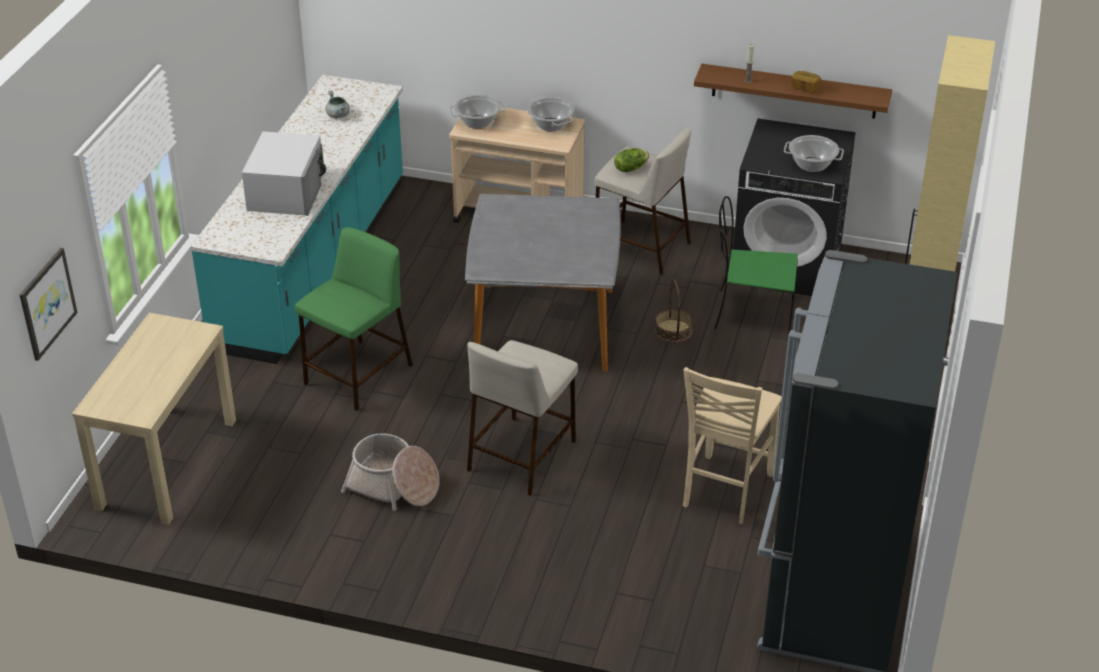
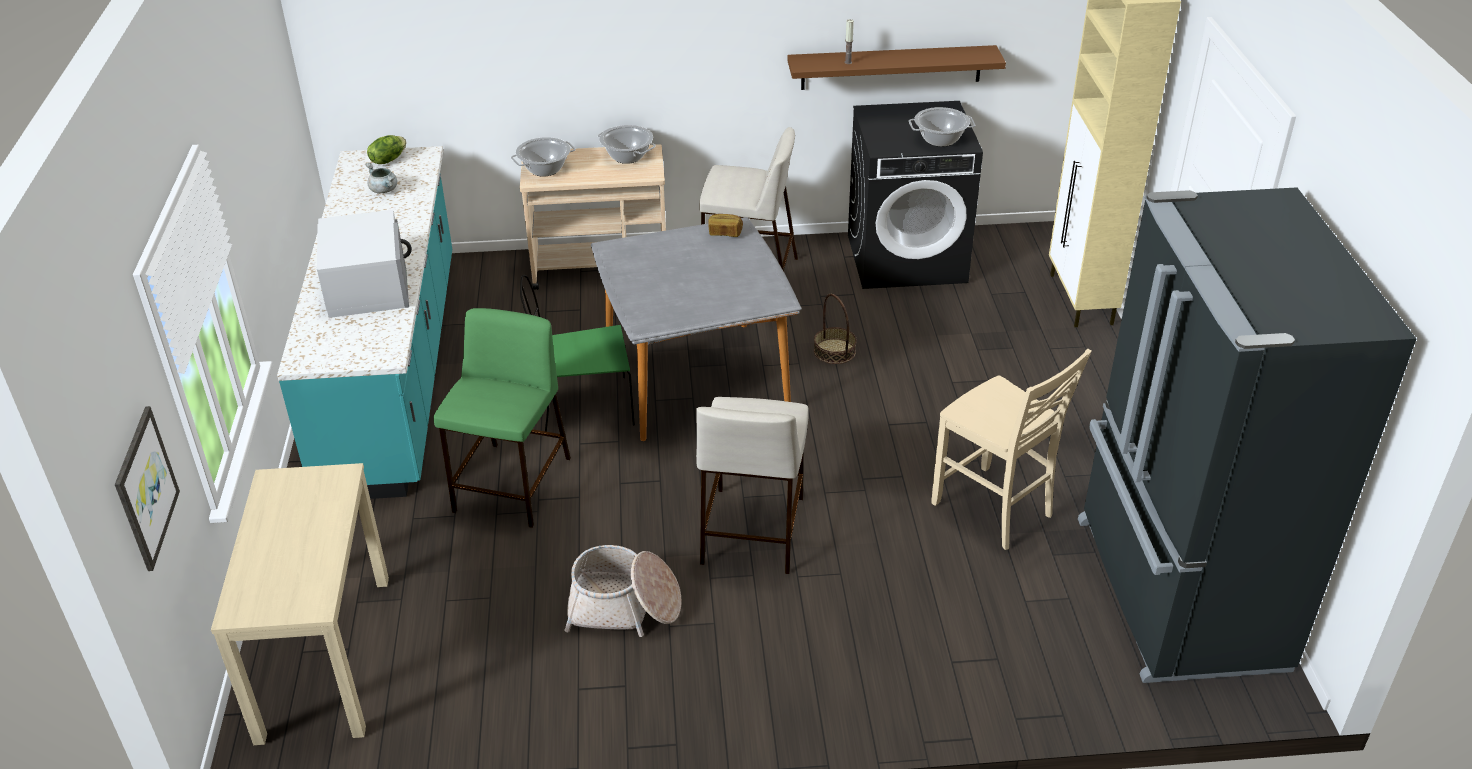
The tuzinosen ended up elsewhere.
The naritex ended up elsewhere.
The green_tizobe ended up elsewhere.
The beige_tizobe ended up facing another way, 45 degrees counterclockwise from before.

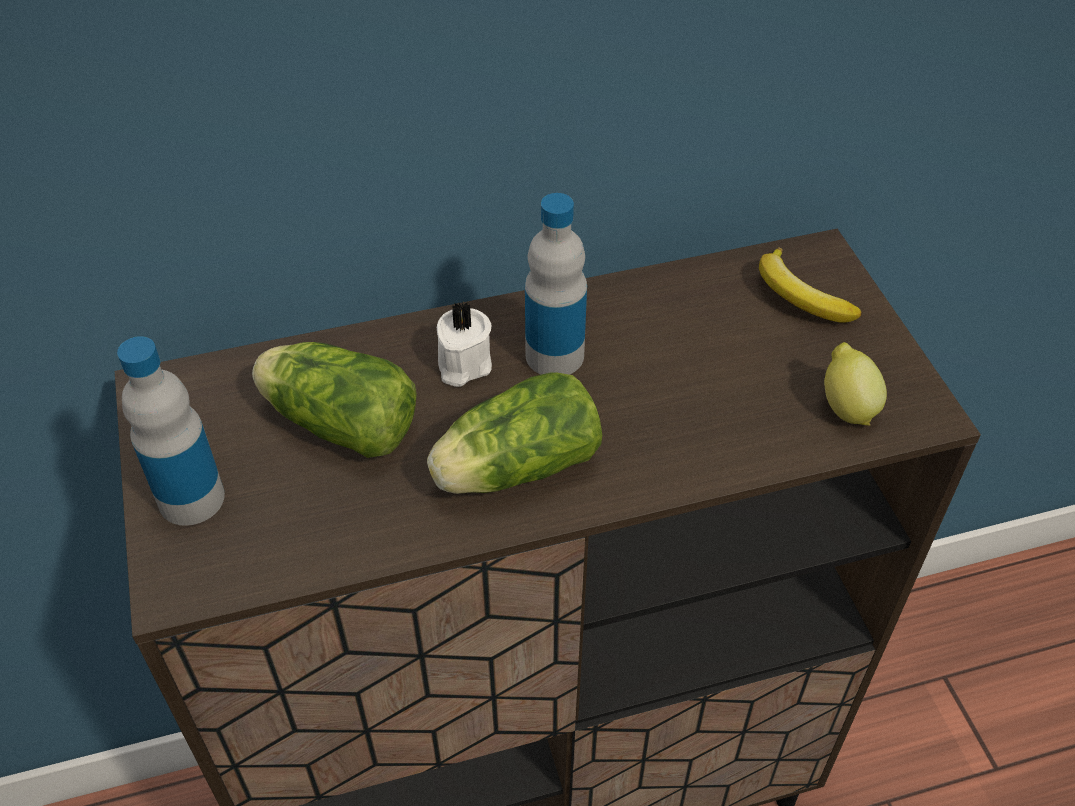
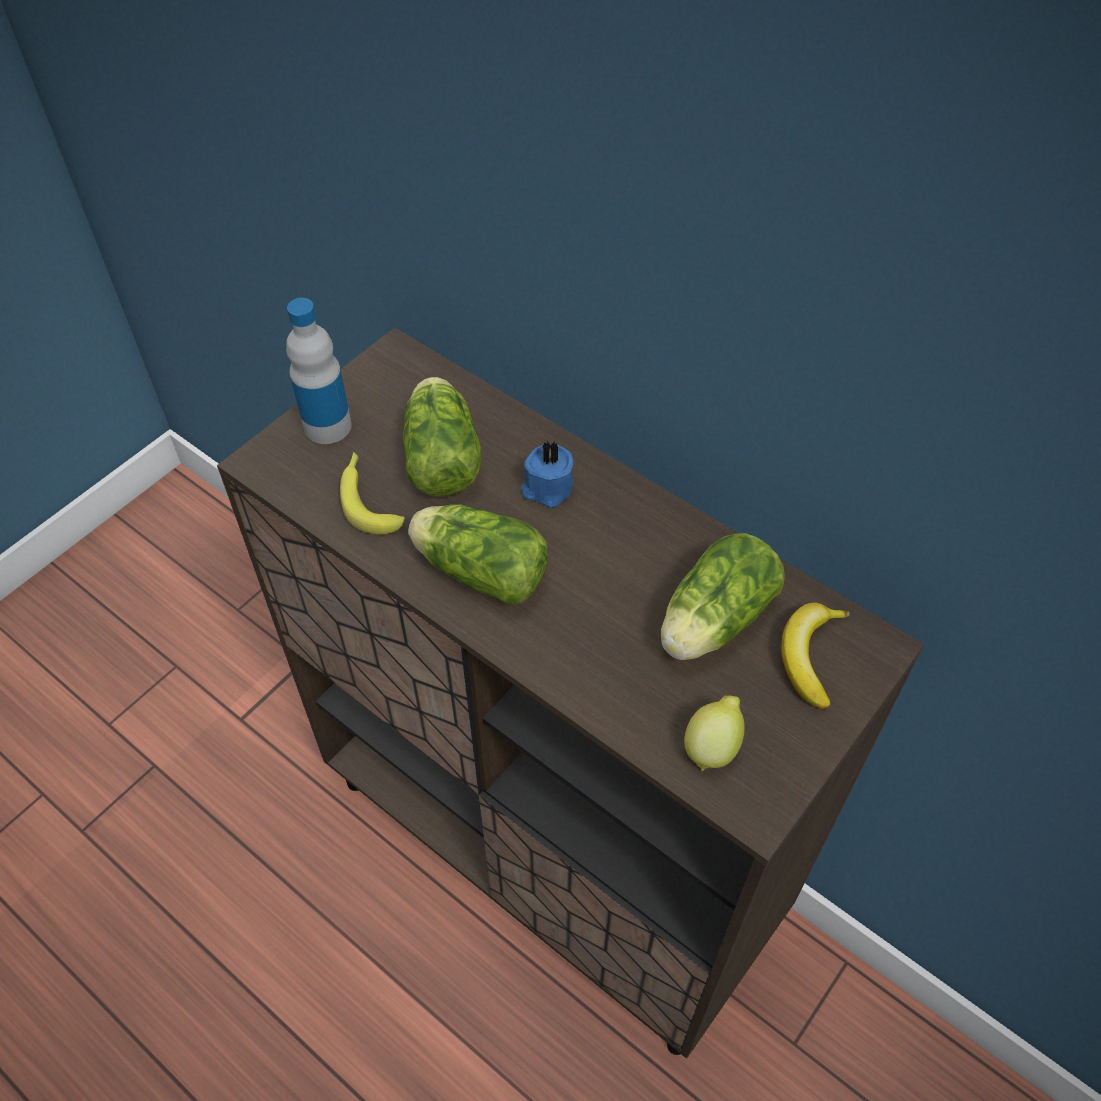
The second view lost the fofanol (2nd from left).
What was the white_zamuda turned into the blue_zamuda.
The second view gained the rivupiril (1st from left).
The second view gained the naritex (3rd from left).

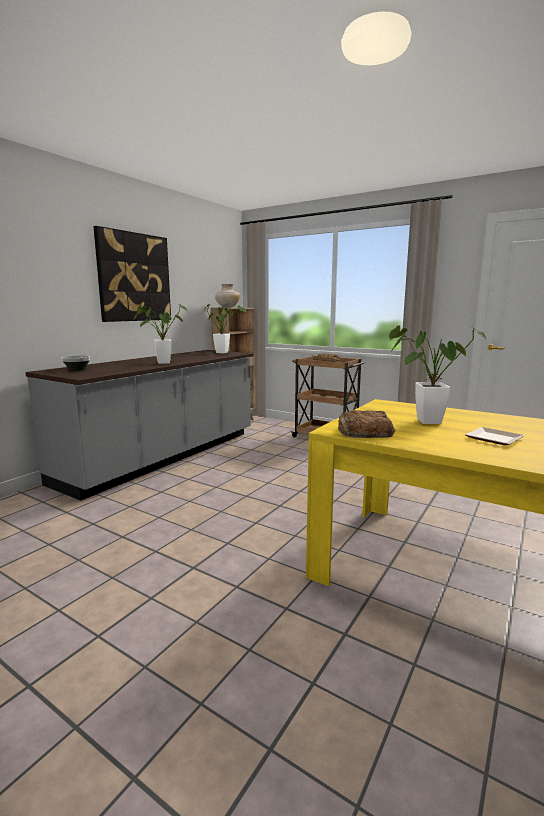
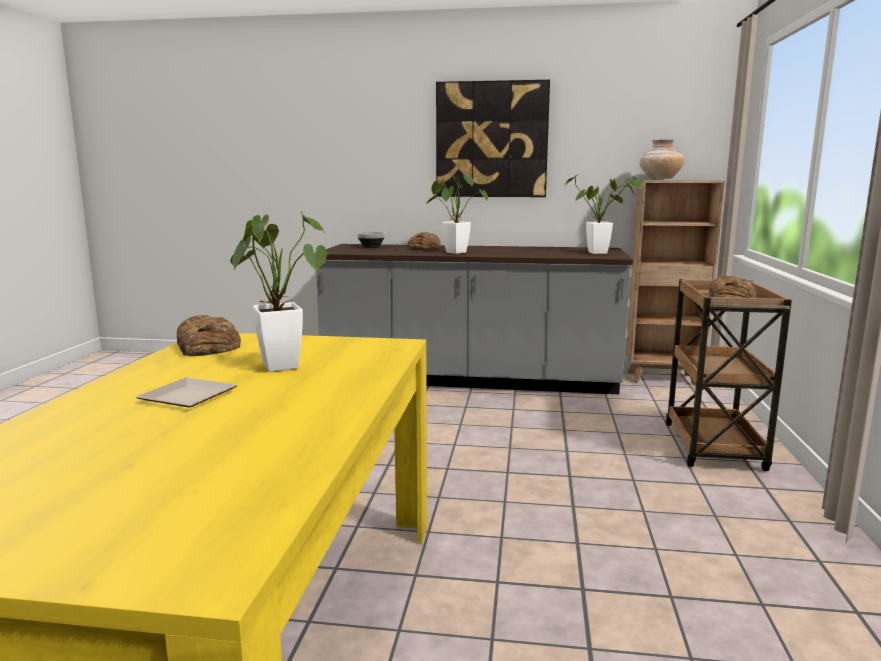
The second view gained the tuzinosen (2nd from left).

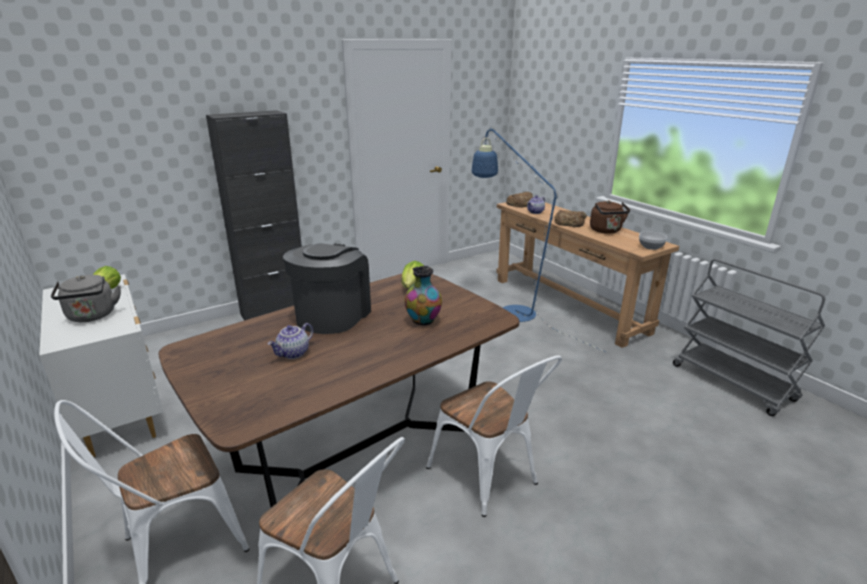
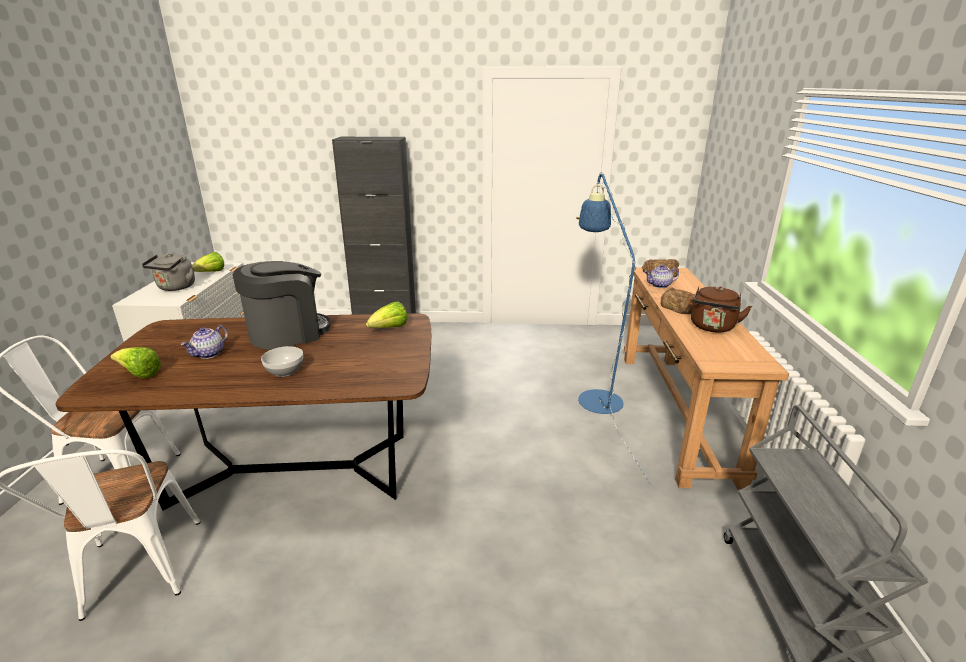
The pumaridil ended up elsewhere.
The second view lost the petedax.
The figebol (1st from left) ended up facing another way, 45 degrees counterclockwise from before.
The second view lost the white_tizobe (3rd from left).
The second view gained the naritex (1st from left).

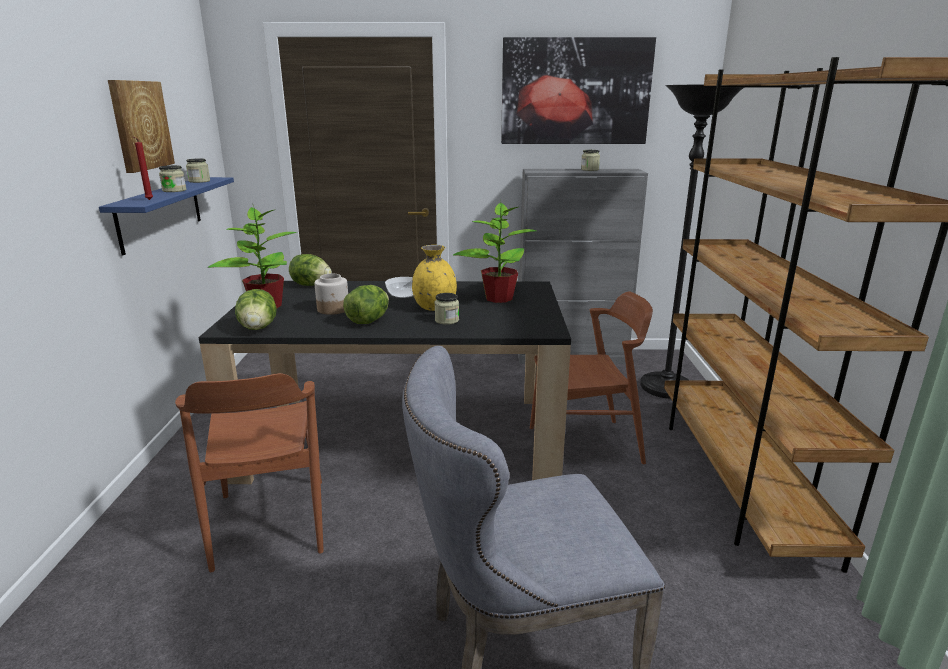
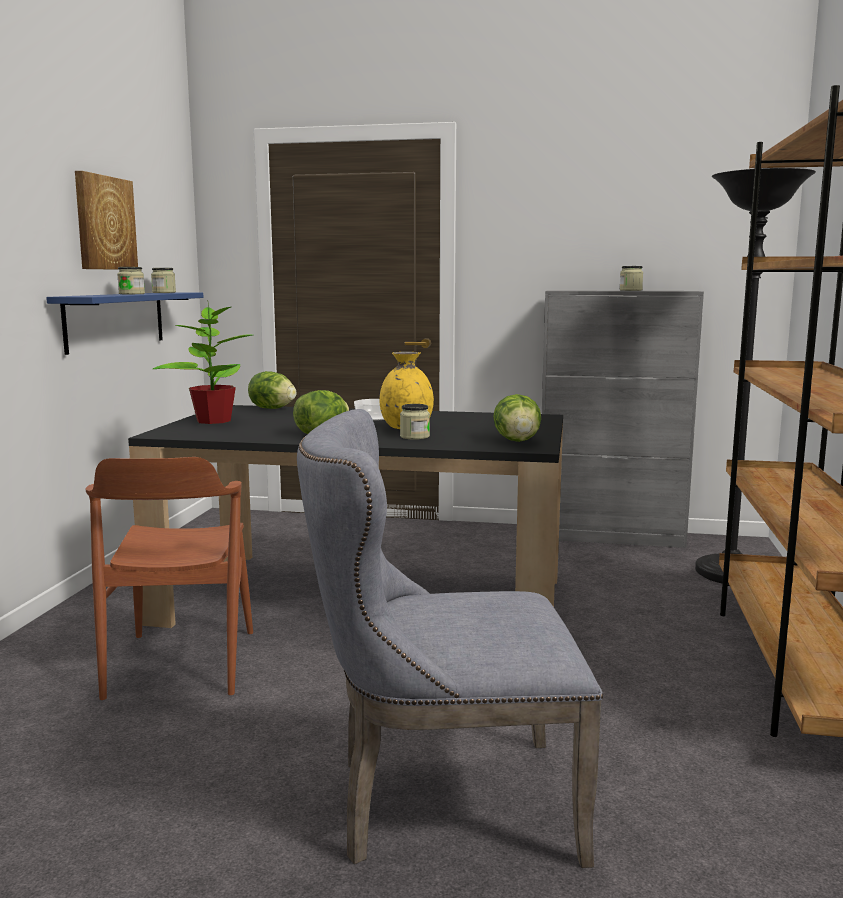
The second view lost the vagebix (2nd from left).
The second view lost the red_zamuda.
The second view lost the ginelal (2nd from left).
The second view lost the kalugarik (3rd from left).
The naritex (1st from left in the first image) ended up elsewhere.
The second view lost the brown_tizobe (2nd from left).

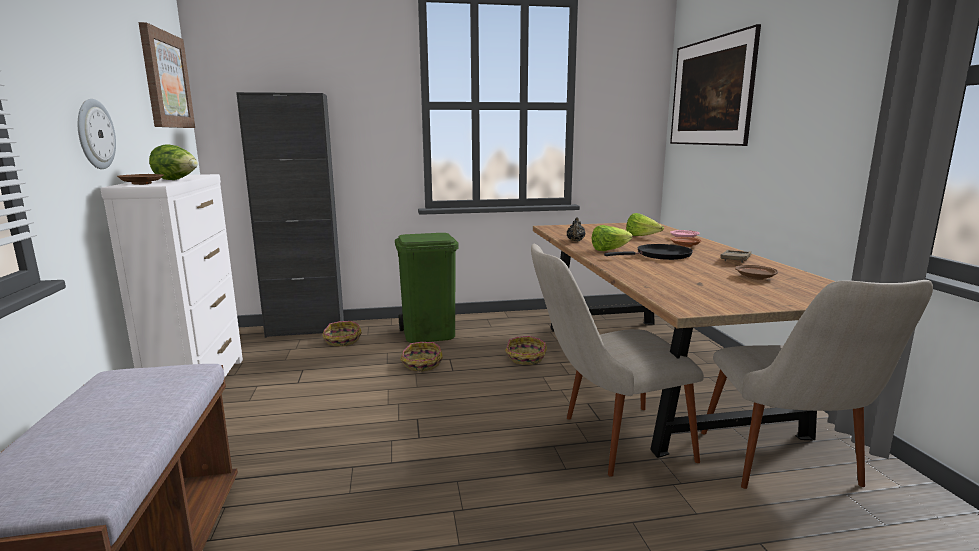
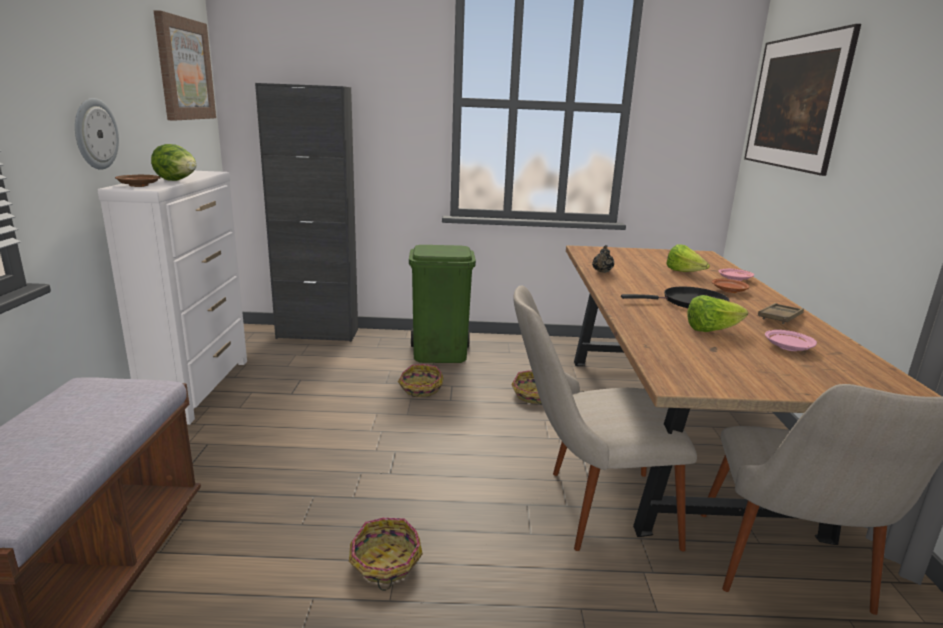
The naritex (2nd from left in the first image) ended up elsewhere.
What was the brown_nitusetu (3rd from left) turned into the pink_nitusetu (2nd from left).
The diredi (1st from left) ended up elsewhere.

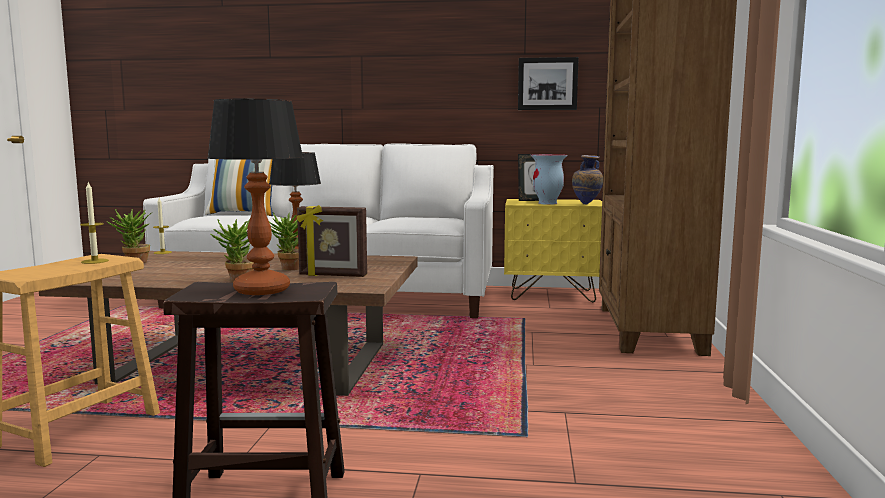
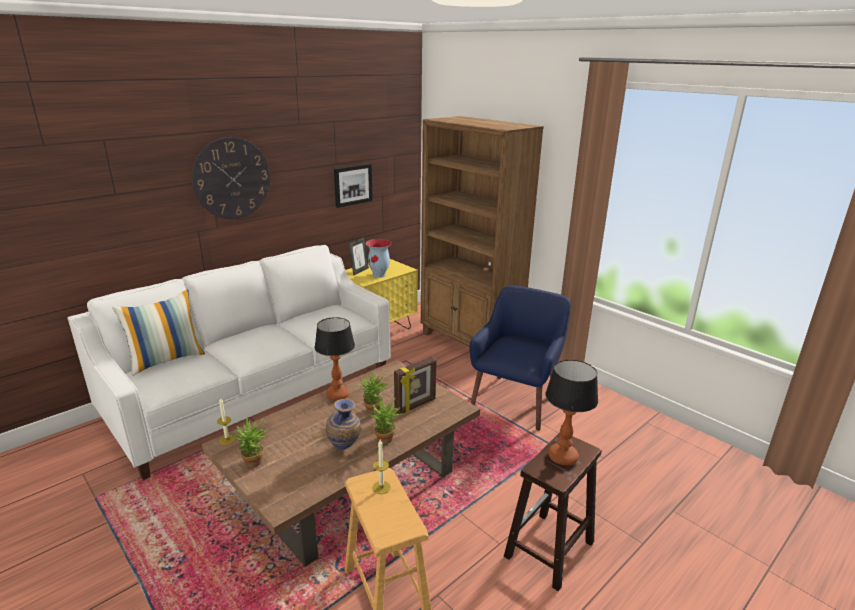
The petedax (2nd from left in the first image) ended up elsewhere.
The second view gained the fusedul.
The second view gained the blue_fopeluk.

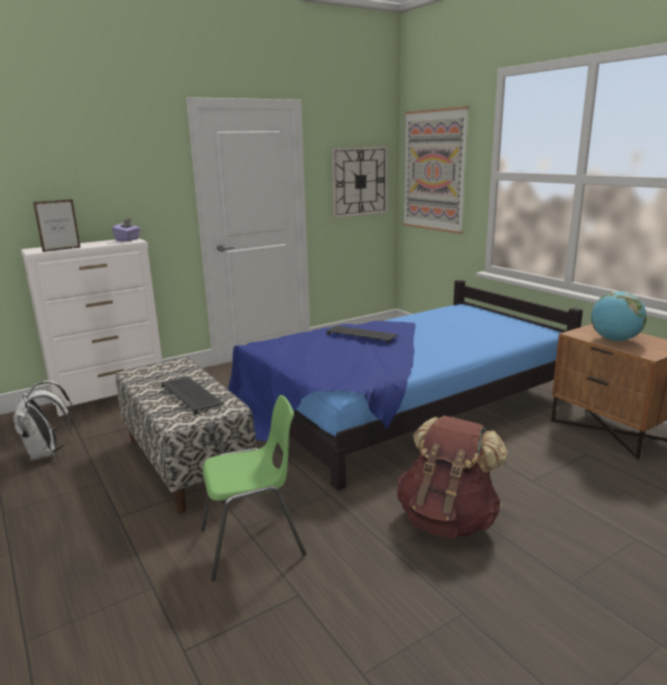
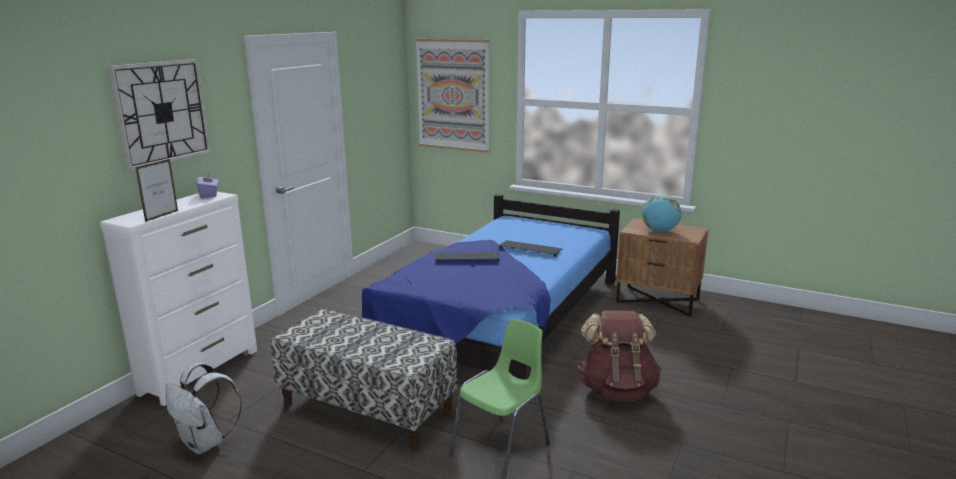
The fusedul ended up elsewhere.
The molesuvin (1st from left in the first image) ended up elsewhere.

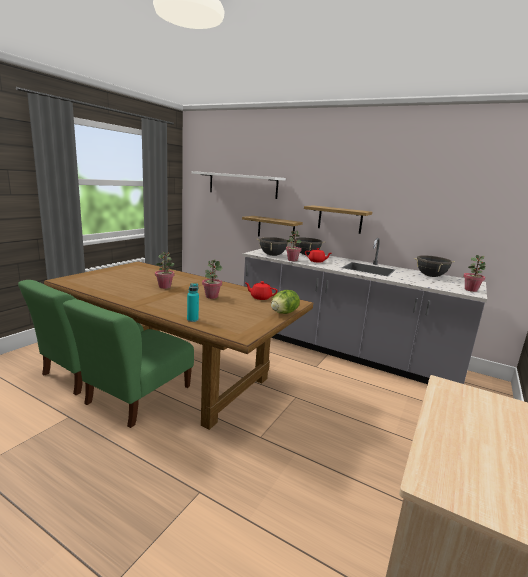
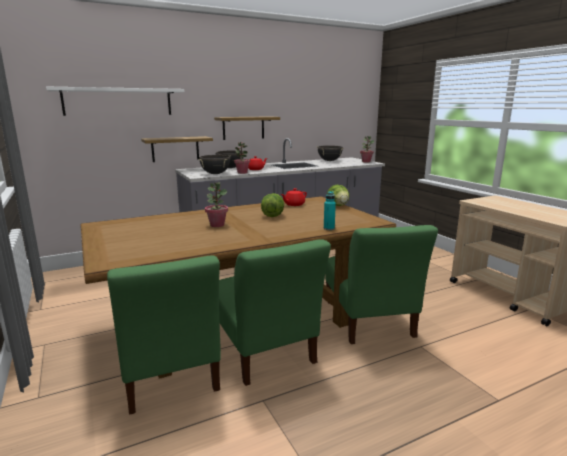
Where the ginelal (2nd from left) stood, the naritex (1st from left) came to stand.
The second view gained the green_tizobe (3rd from left).

